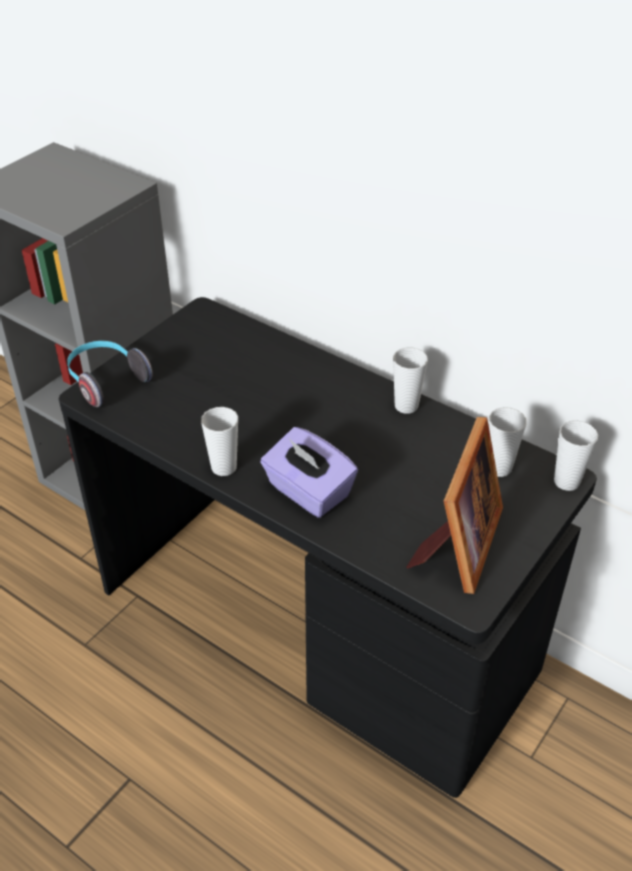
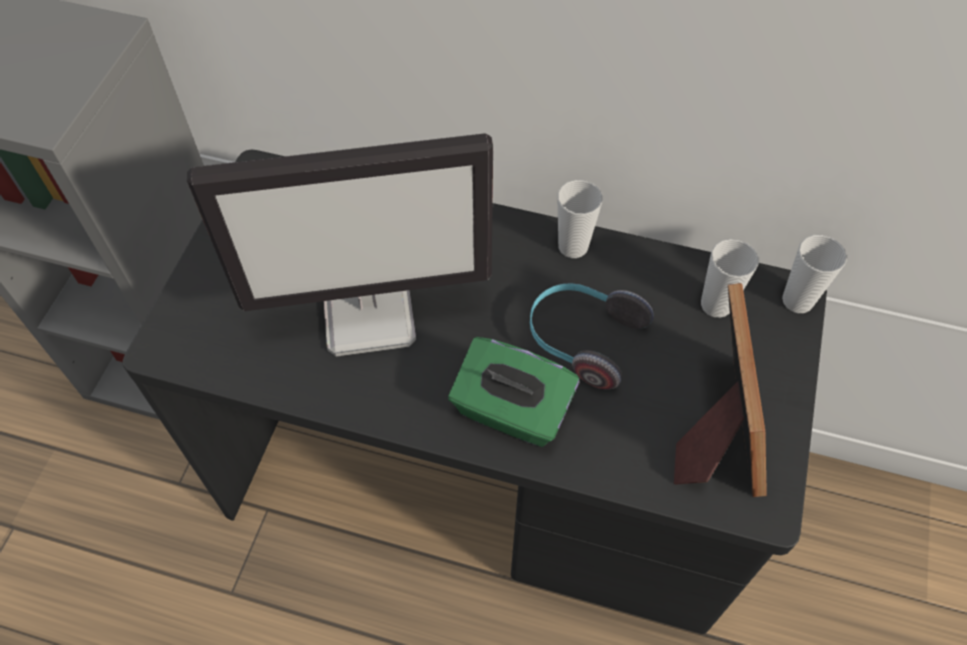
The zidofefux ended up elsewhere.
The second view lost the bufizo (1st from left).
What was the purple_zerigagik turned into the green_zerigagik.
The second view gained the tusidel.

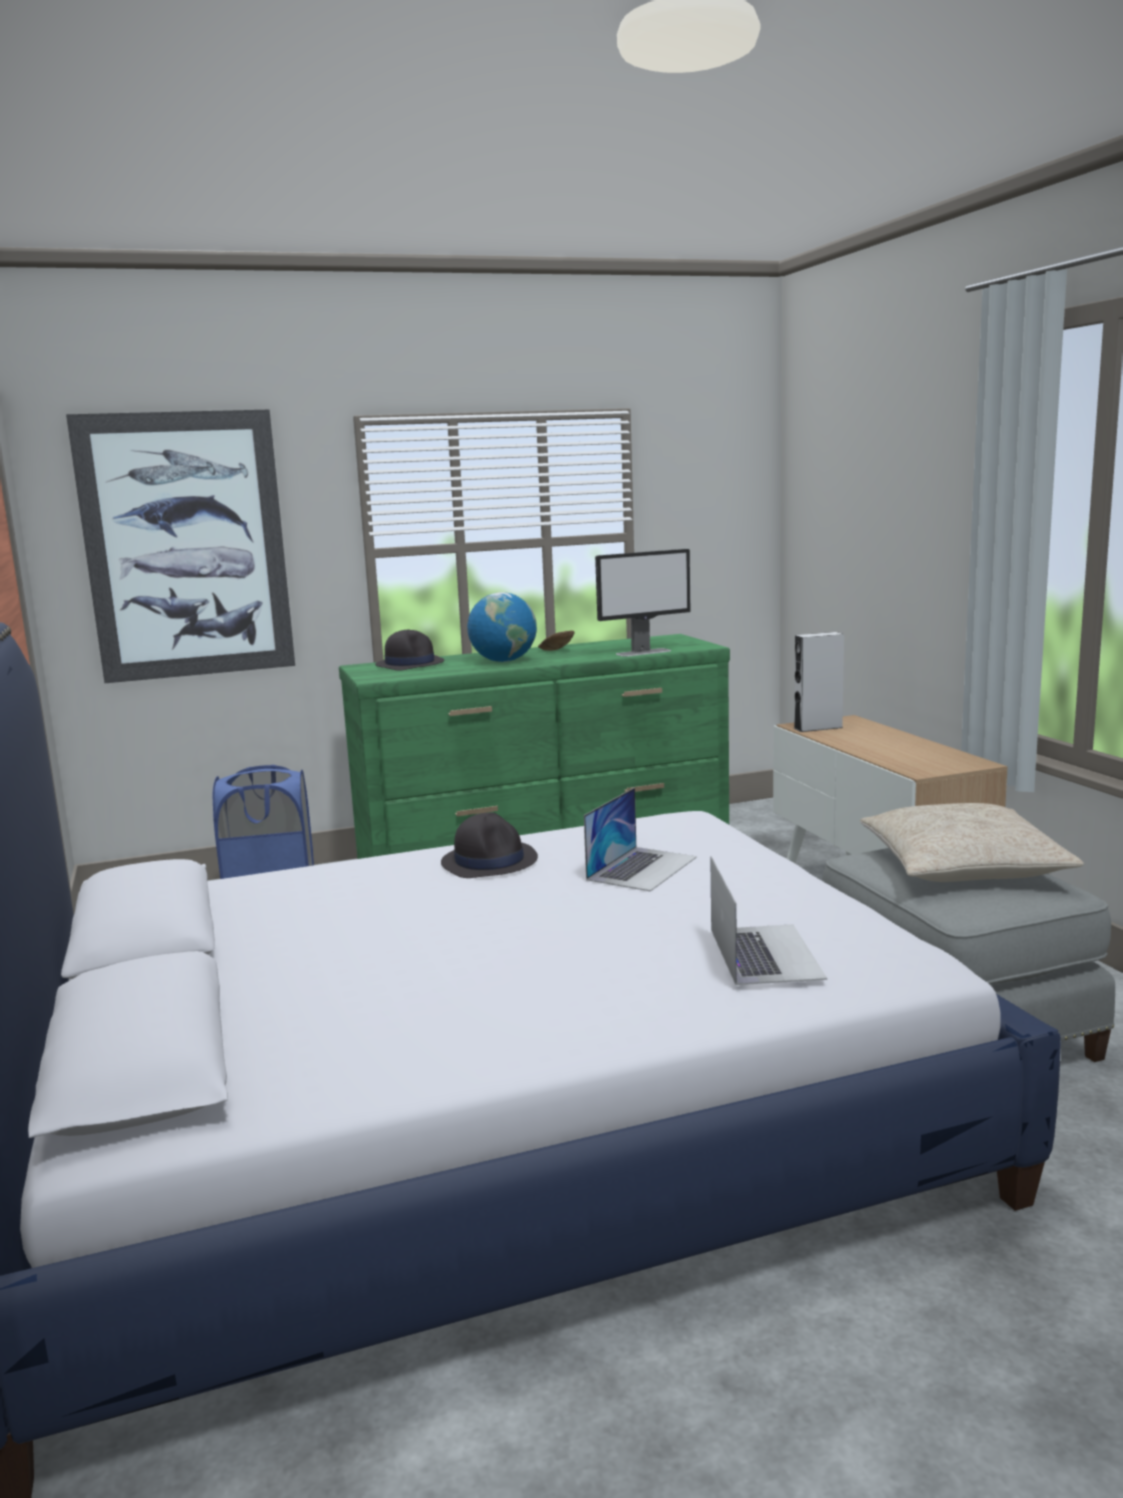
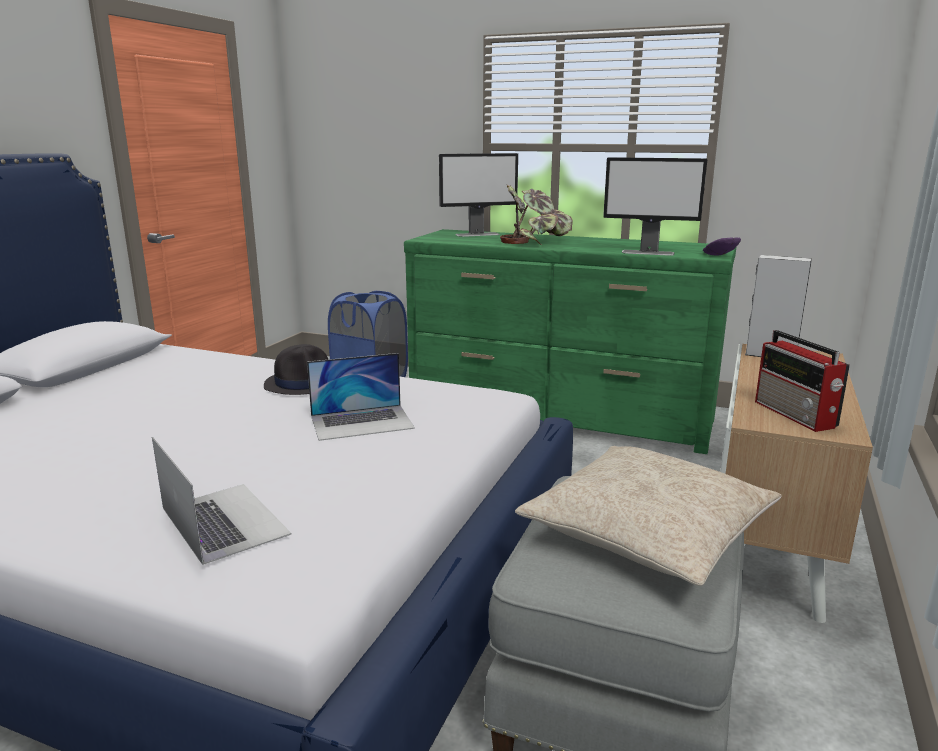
The second view lost the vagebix.
Where the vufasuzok stood, the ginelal came to stand.
Where the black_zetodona (1st from left) stood, the tusidel (1st from left) came to stand.
The second view lost the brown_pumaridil.
The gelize (2nd from left in the first image) ended up facing another way, 75 degrees counterclockwise from before.
The second view gained the purple_pumaridil.
The second view gained the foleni.

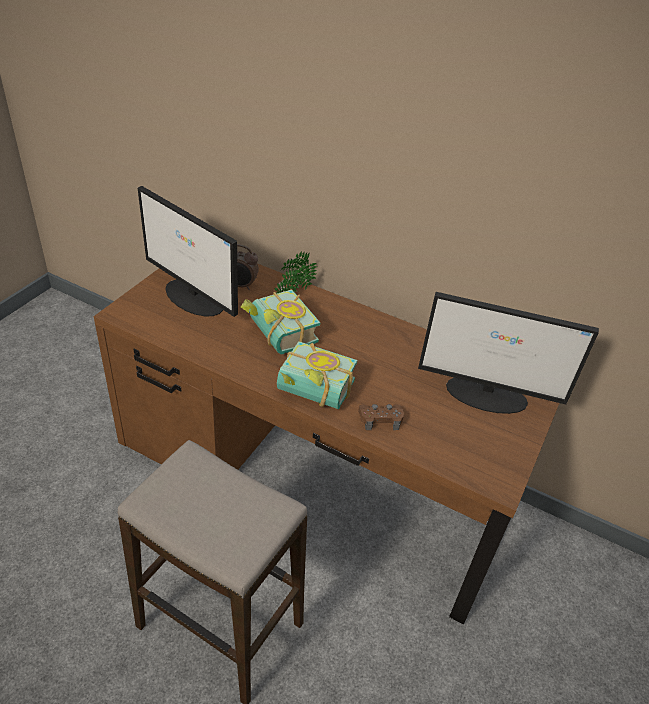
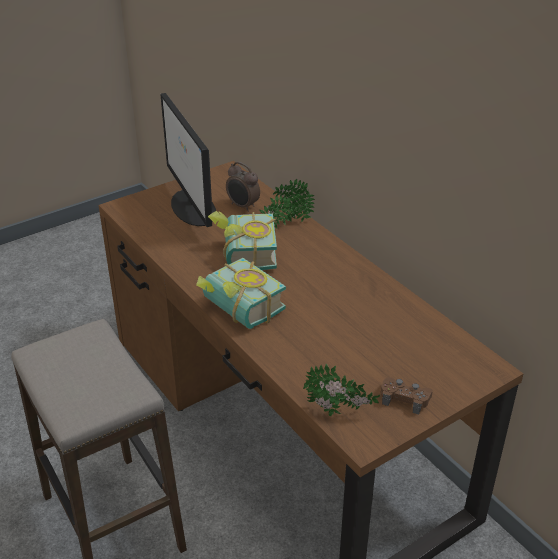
The second view lost the tusidel (2nd from left).
The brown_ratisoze ended up elsewhere.
The second view gained the ginelal (2nd from left).

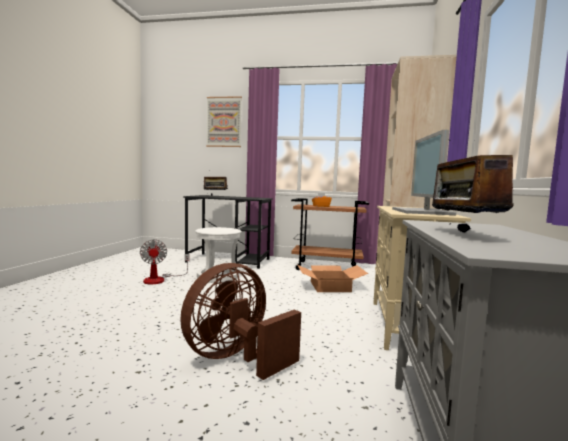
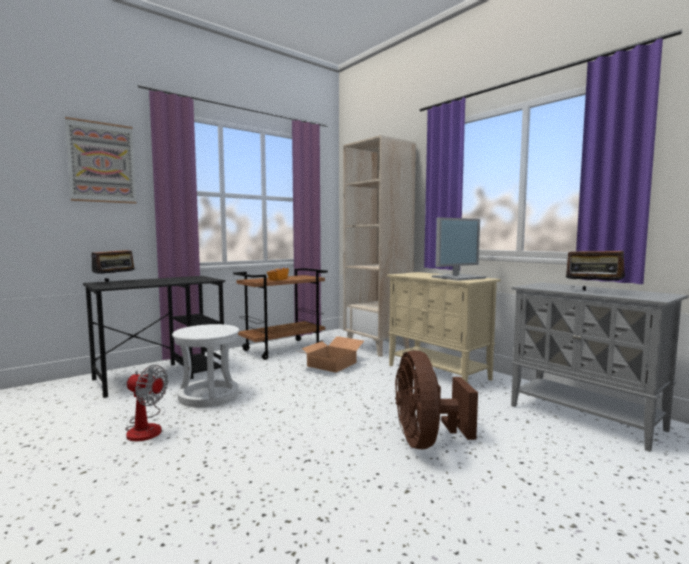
The tusidel ended up facing another way, 75 degrees counterclockwise from before.

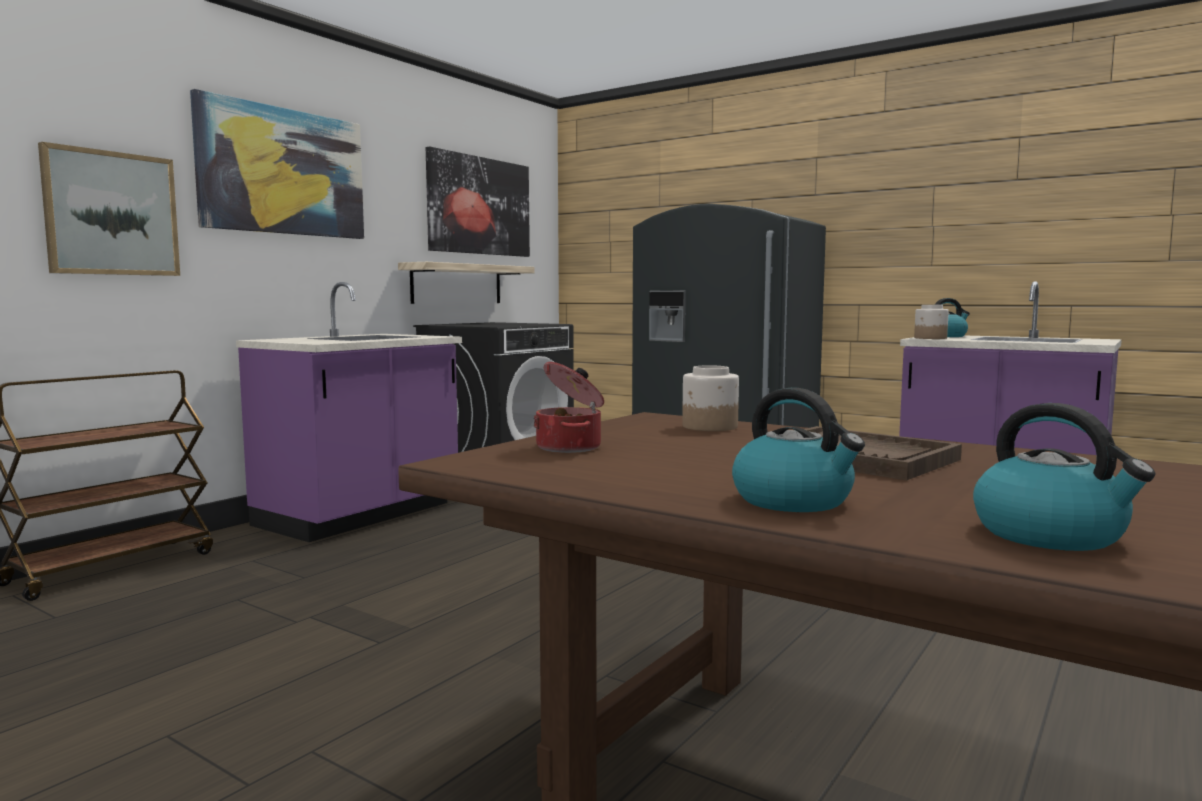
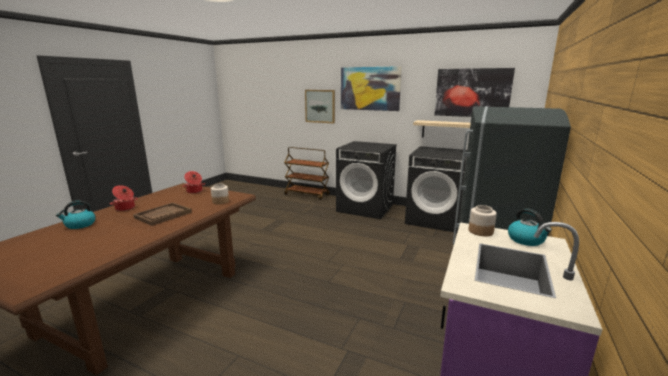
Where the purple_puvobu (1st from left) stood, the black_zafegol (1st from left) came to stand.
Where the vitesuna (1st from left) stood, the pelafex (1st from left) came to stand.

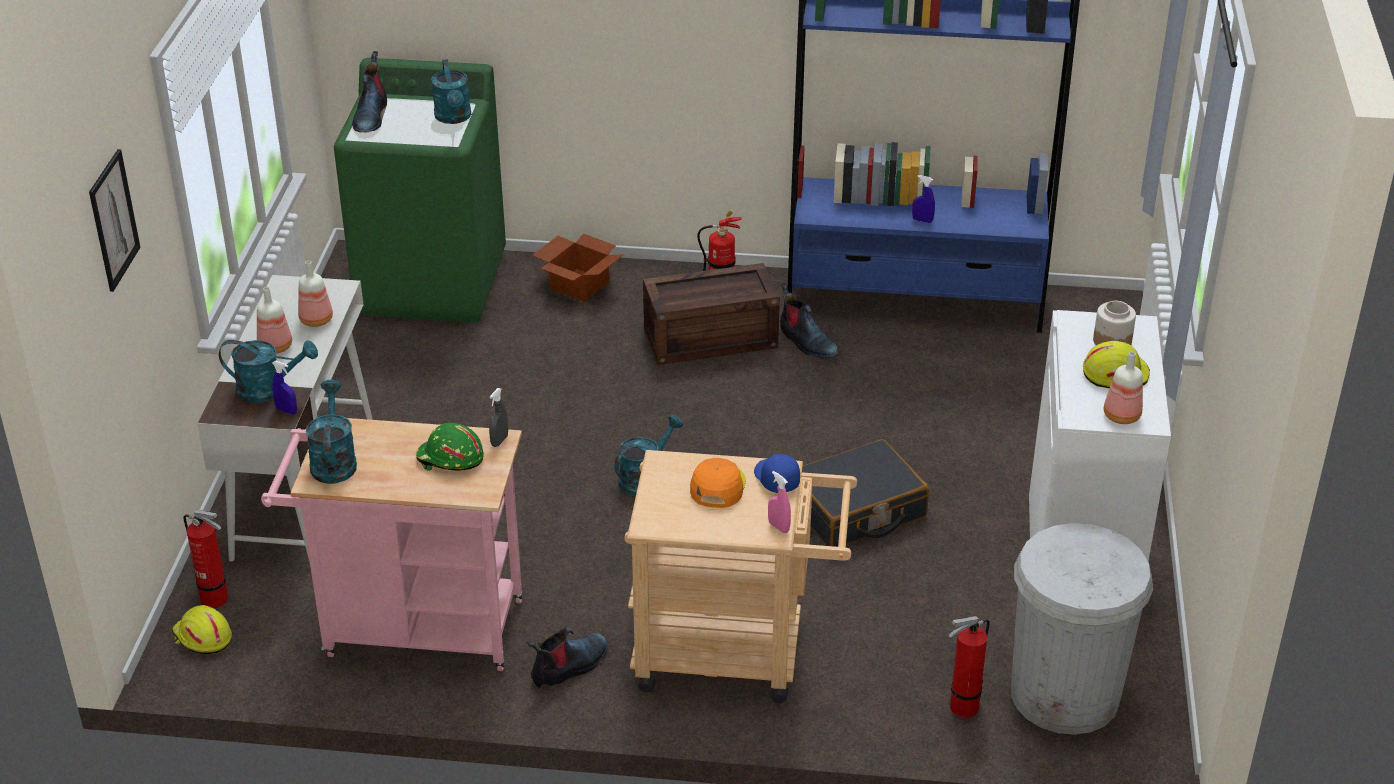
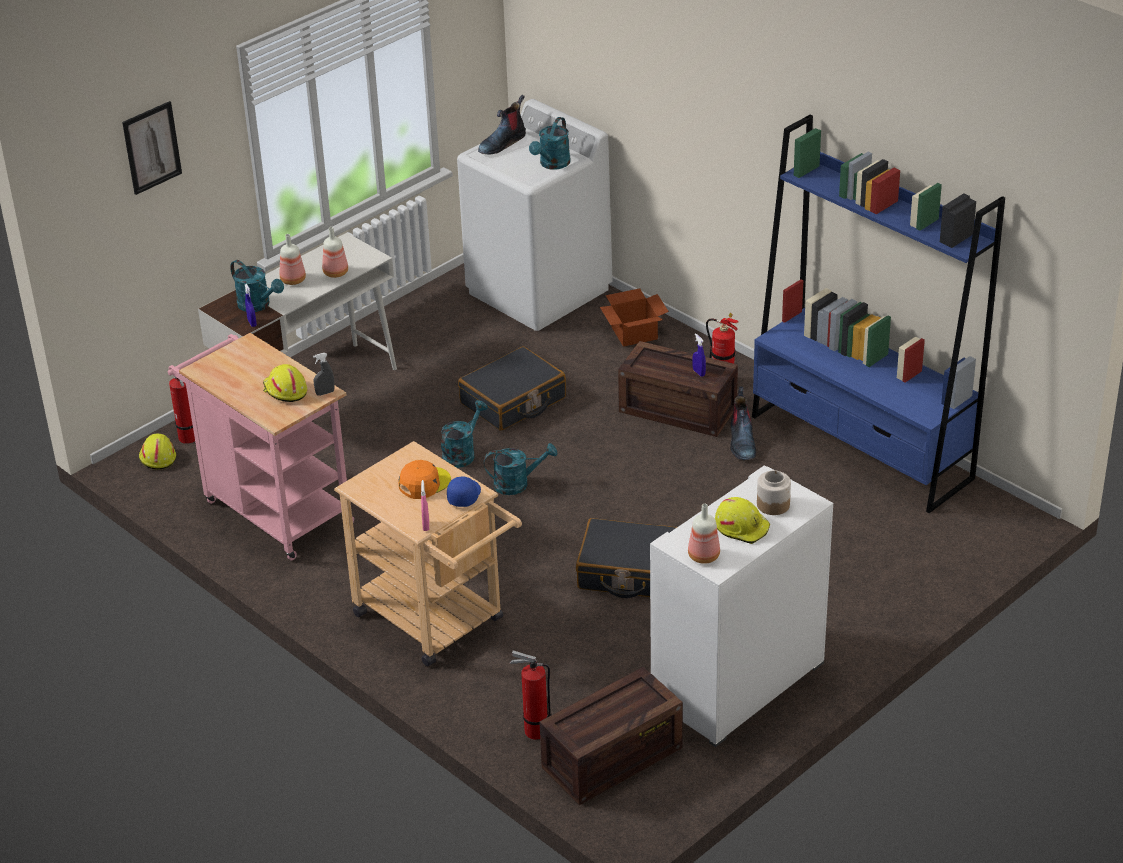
What was the green_zafegol turned into the white_zafegol.
The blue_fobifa (2nd from left) ended up elsewhere.
The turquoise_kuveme (2nd from left) ended up elsewhere.
What was the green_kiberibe turned into the yellow_kiberibe (2nd from left).
Where the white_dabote stood, the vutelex (1st from left) came to stand.
The second view lost the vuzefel (2nd from left).
The second view gained the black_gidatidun (1st from left).

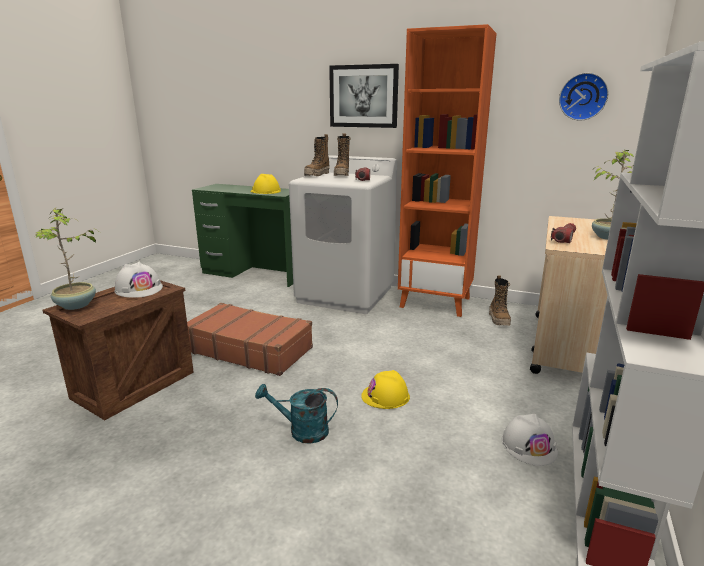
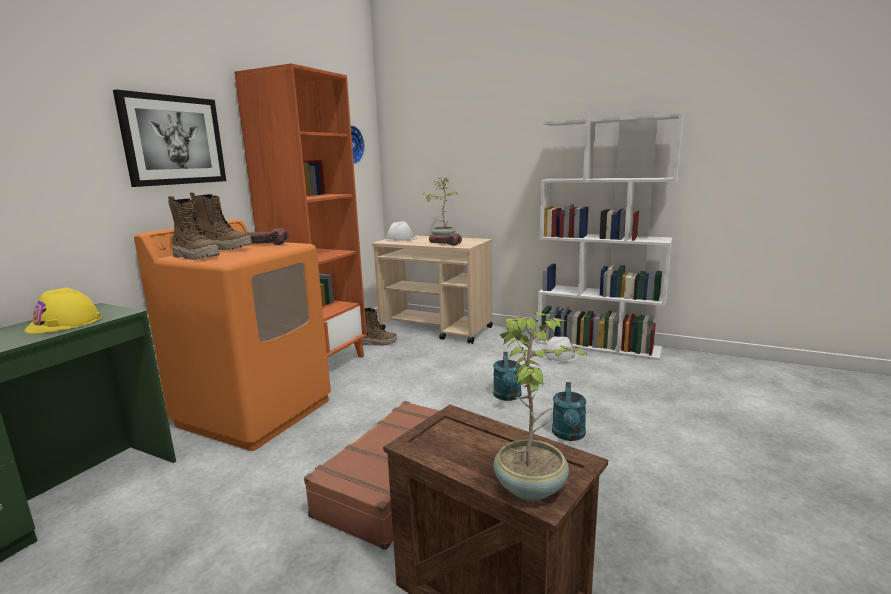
What was the white_zafegol turned into the orange_zafegol.
The white_kiberibe (1st from left) ended up elsewhere.
Where the yellow_kiberibe (2nd from left) stood, the turquoise_kuveme (1st from left) came to stand.

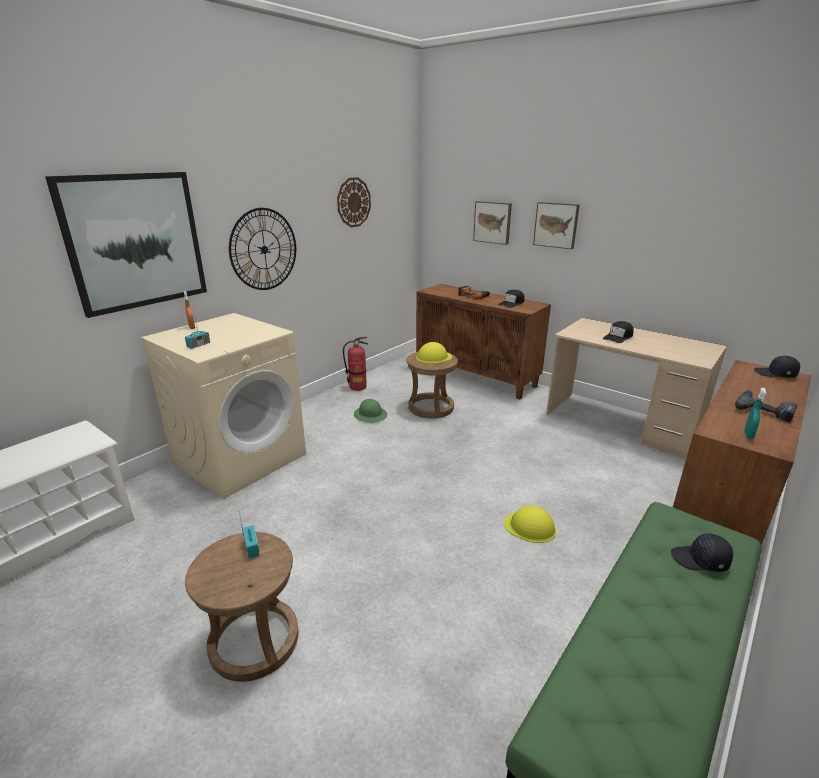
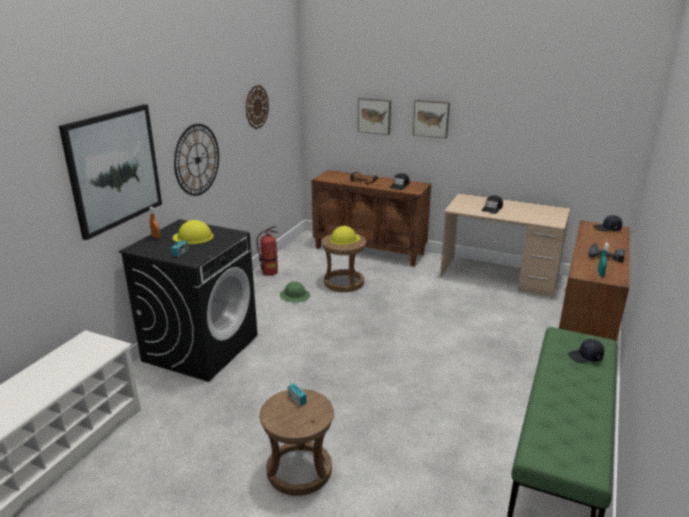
What was the beige_zafegol turned into the black_zafegol.
The yellow_kiberibe (2nd from left in the first image) ended up elsewhere.

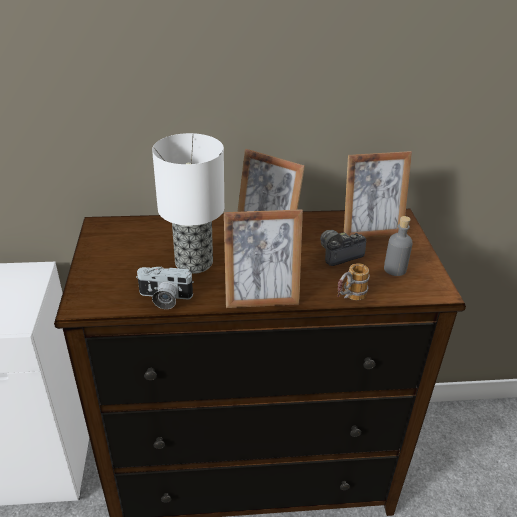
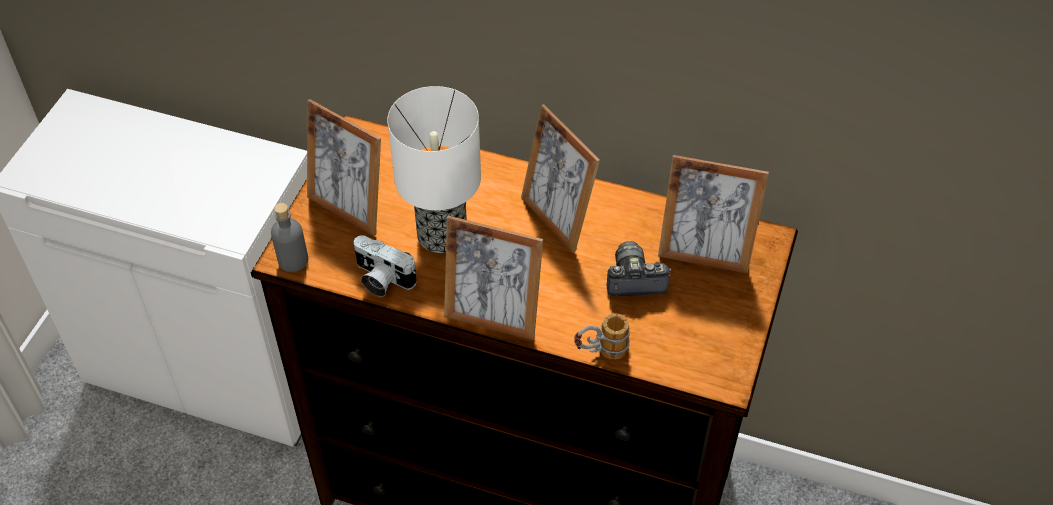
The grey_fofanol ended up elsewhere.
The second view gained the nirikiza (1st from left).

